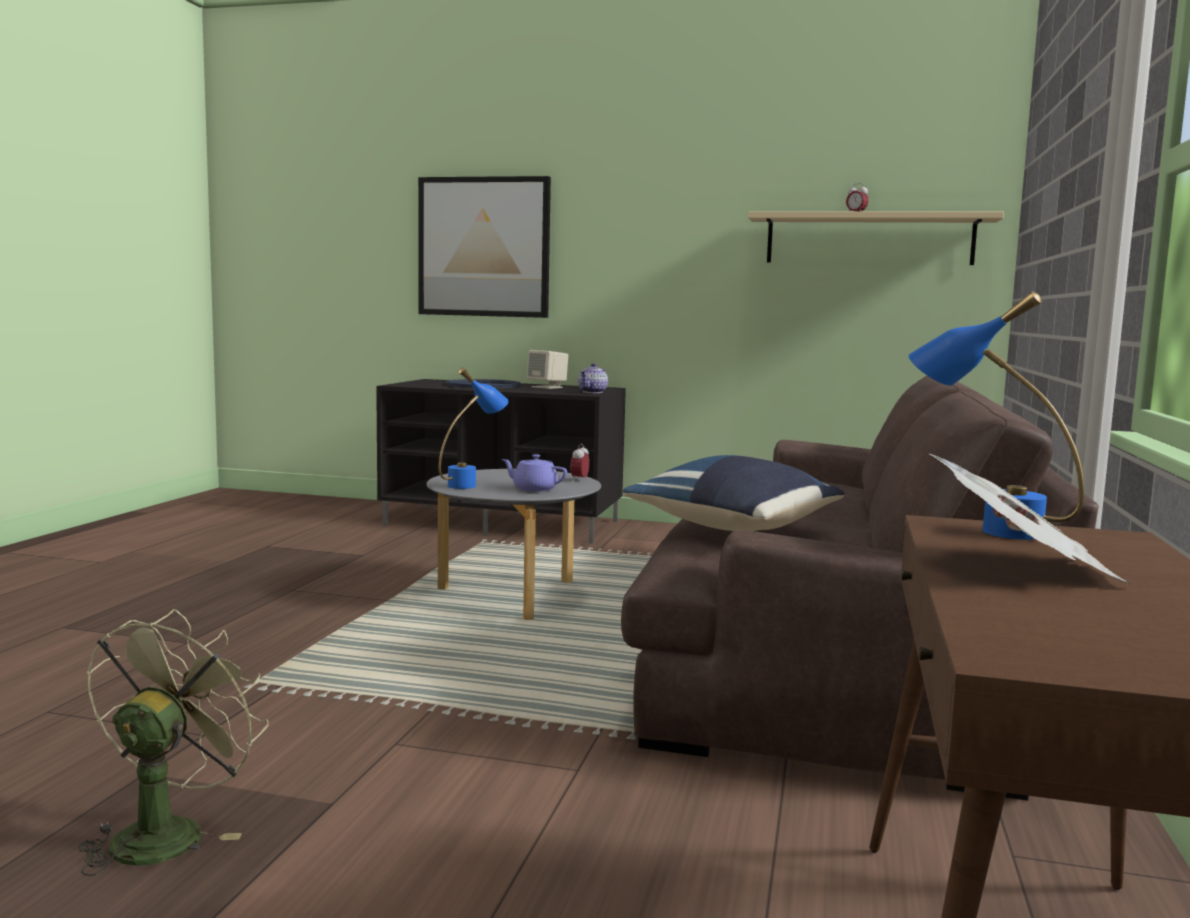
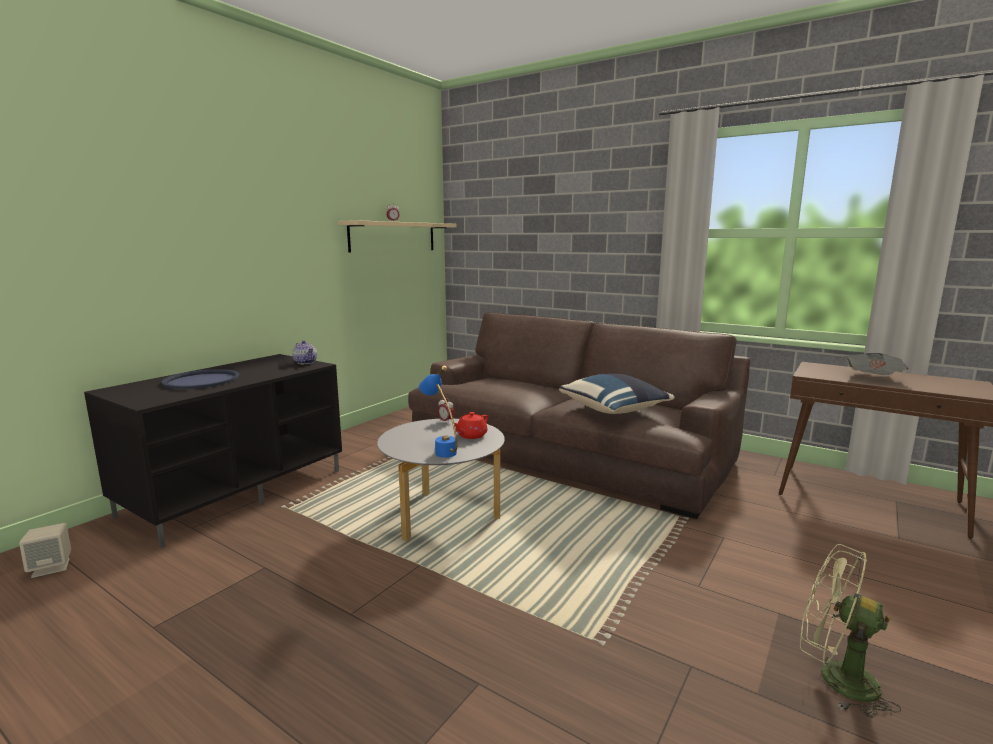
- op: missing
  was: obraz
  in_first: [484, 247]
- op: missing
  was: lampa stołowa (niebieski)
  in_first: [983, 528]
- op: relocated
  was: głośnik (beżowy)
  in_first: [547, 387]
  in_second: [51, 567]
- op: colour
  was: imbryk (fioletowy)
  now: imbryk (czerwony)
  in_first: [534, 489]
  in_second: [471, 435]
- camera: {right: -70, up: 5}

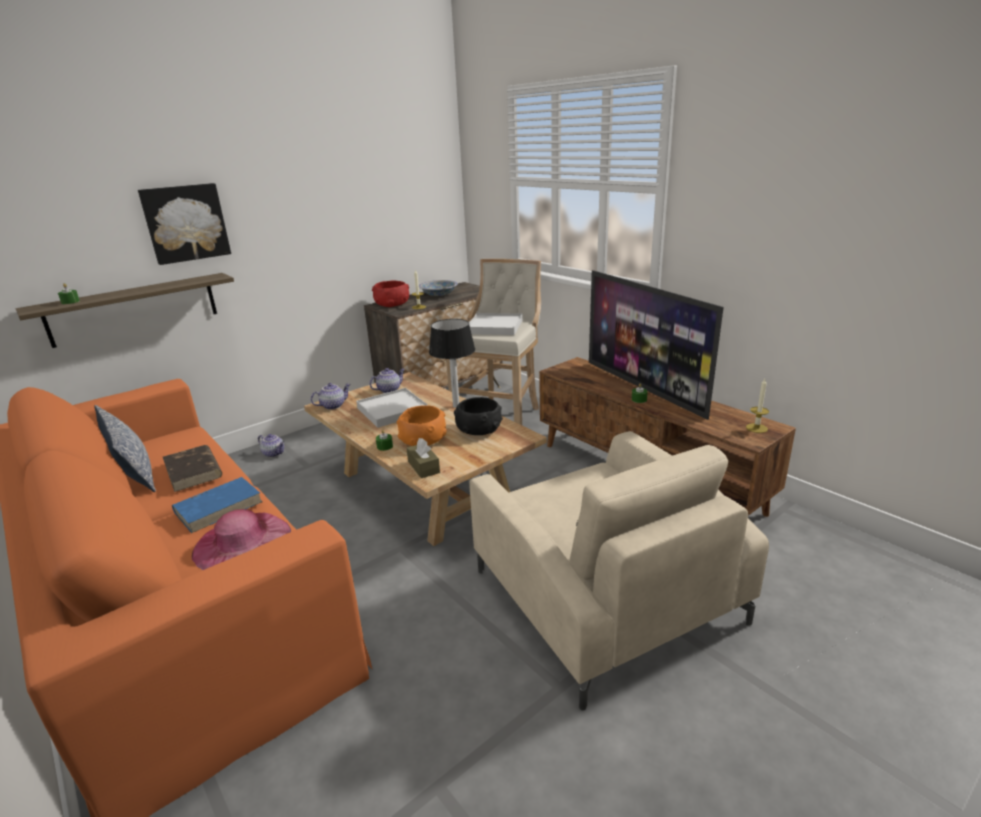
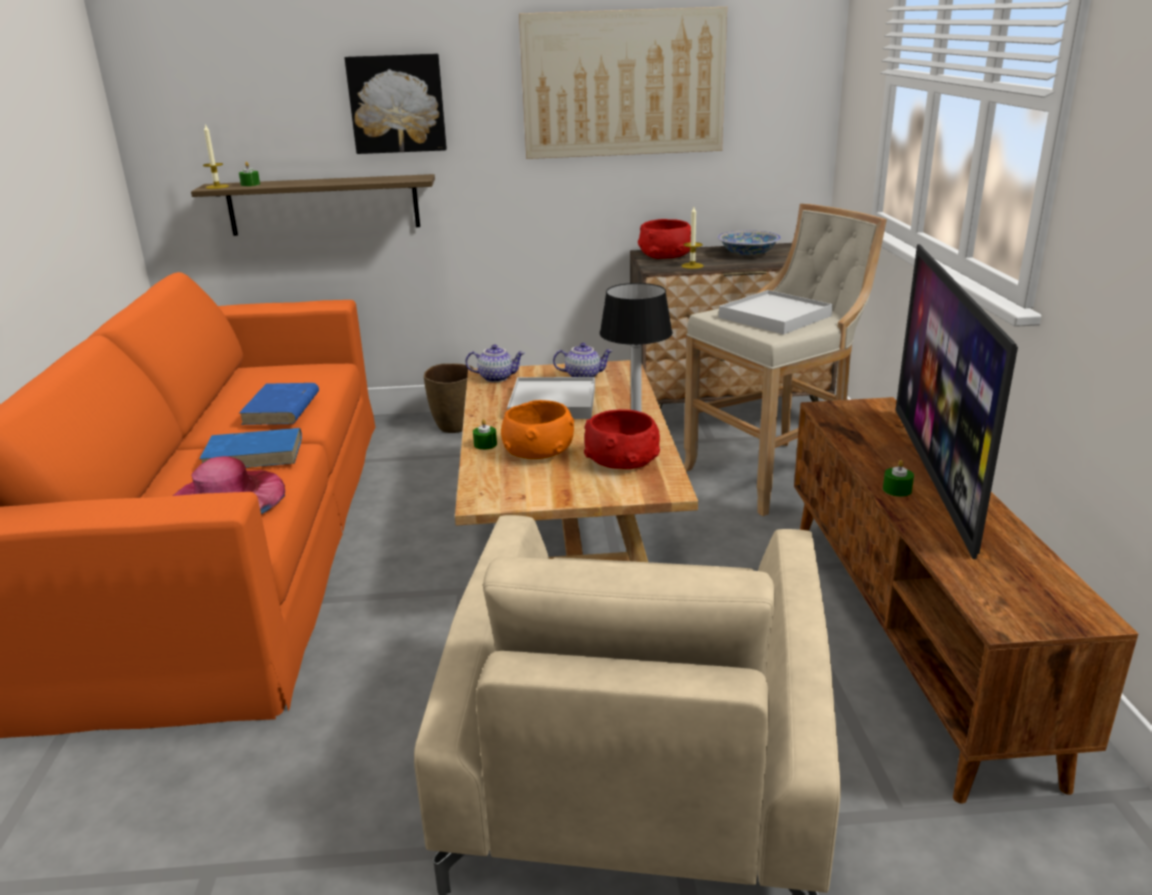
- op: relocated
  was: świeca
  in_first: [756, 428]
  in_second: [217, 187]
- op: colour
  was: miska (czarny)
  now: miska (czerwony)
  in_first: [478, 429]
  in_second: [621, 459]
- op: missing
  was: poduszka
  in_first: [133, 469]
- op: exchanged
  was: imbryk
  now: wazon (brązowy)
  in_first: [274, 453]
  in_second: [454, 427]
- op: missing
  was: pudełko chusteczek (brązowy)
  in_first: [423, 467]
- op: colour
  was: książka (brązowy)
  now: książka (niebieski)
  in_first: [193, 471]
  in_second: [281, 409]
- op: appeared
  now: obraz
  in_second: [623, 84]
- camera: {right: 35, up: 0}

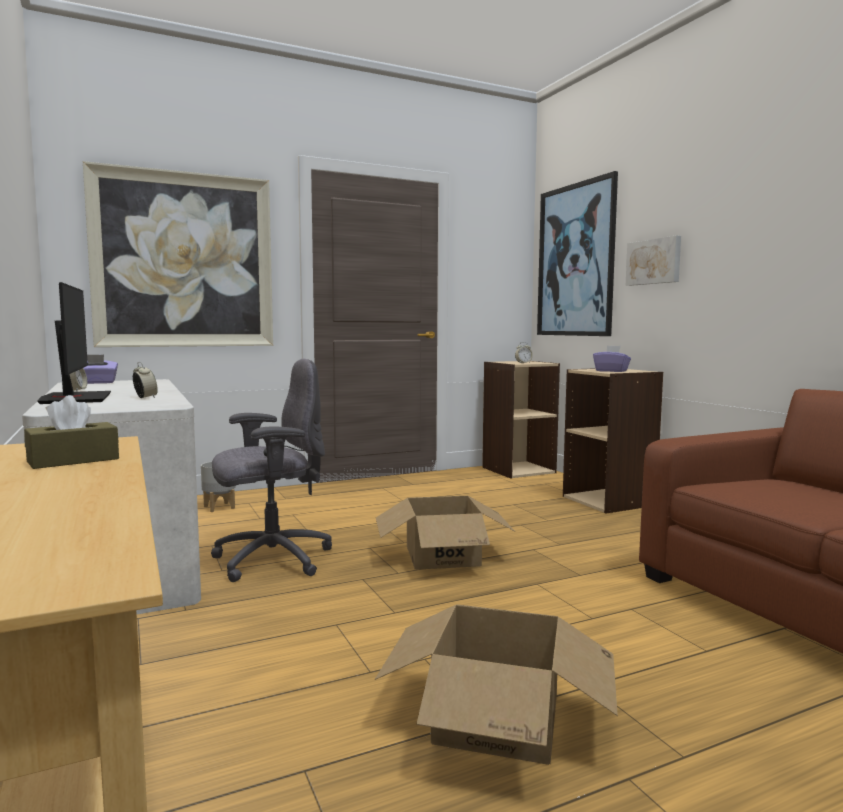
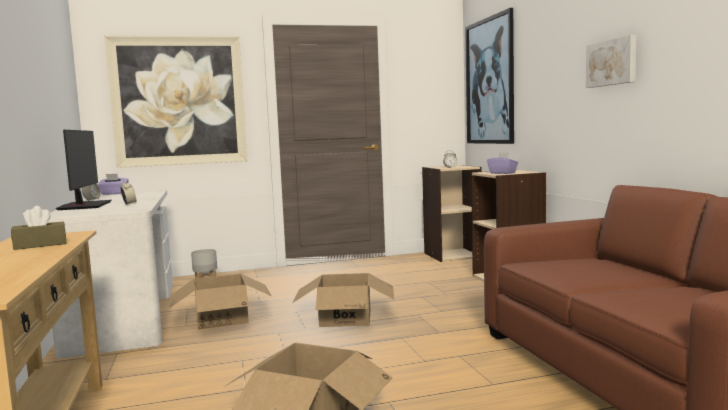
- op: relocated
  was: obraz
  in_first: [654, 262]
  in_second: [612, 62]
- op: exchanged
  was: krzesło biurowe (szary)
  now: karton
  in_first: [271, 560]
  in_second: [222, 319]
- camera: {right: 10, up: 0}

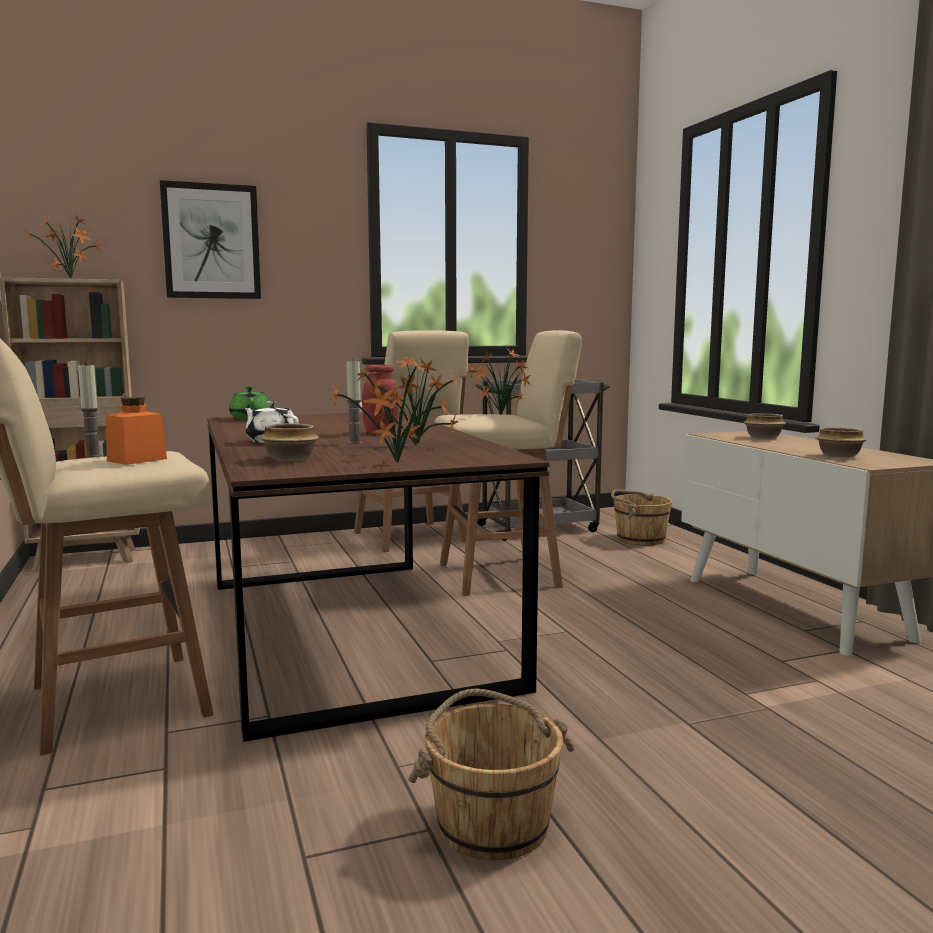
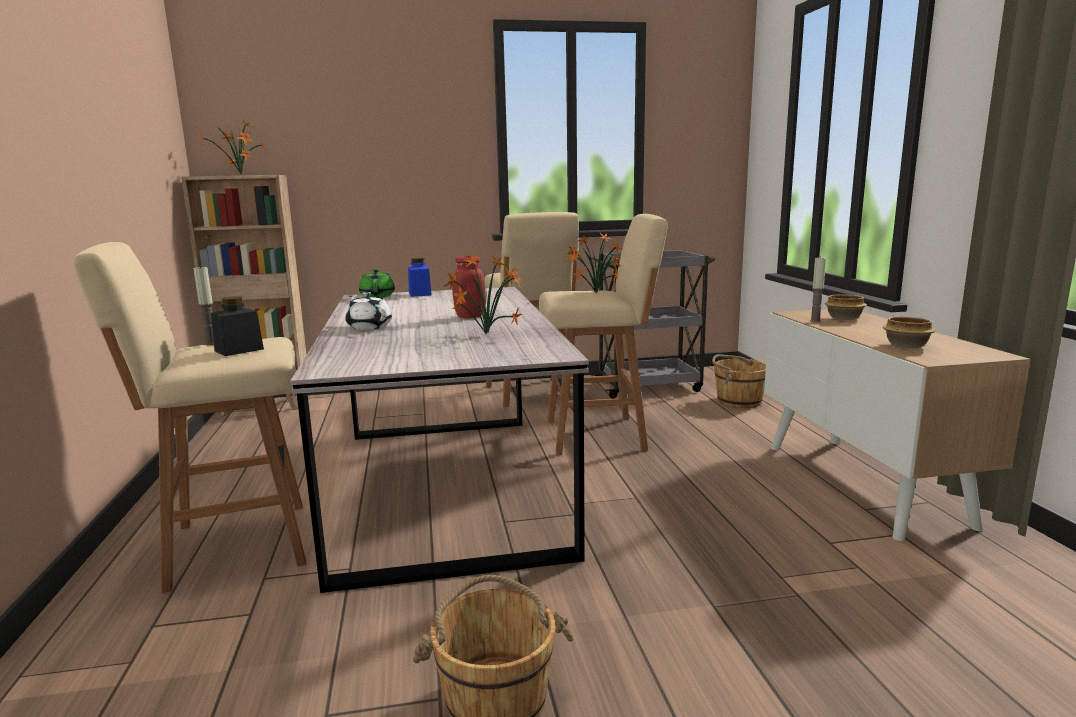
- op: missing
  was: obraz
  in_first: [211, 241]
- op: missing
  was: roślina doniczkowa
  in_first: [395, 464]
- op: relocated
  was: świeca
  in_first: [355, 443]
  in_second: [815, 321]
- op: colour
  was: słoik (pomarańczowy)
  now: słoik (czarny)
  in_first: [137, 460]
  in_second: [239, 350]
- op: colour
  was: stół jadalny (brązowy)
  now: stół jadalny (szary)
  in_first: [346, 629]
  in_second: [444, 484]
- op: missing
  was: miska
  in_first: [289, 459]
- op: appeared
  now: słoik (niebieski)
  in_second: [420, 294]
- camera: {right: 10, up: 5}

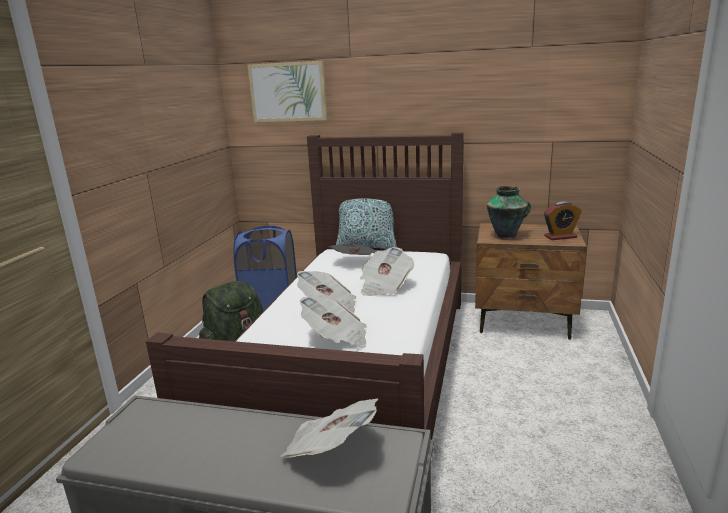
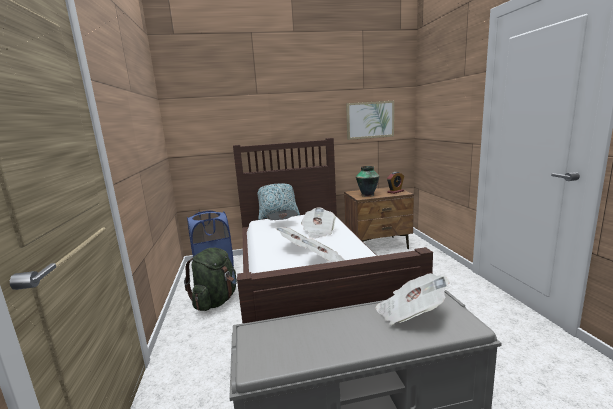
- op: relocated
  was: obraz
  in_first: [288, 92]
  in_second: [370, 120]
- camera: {right: -25, up: -5}

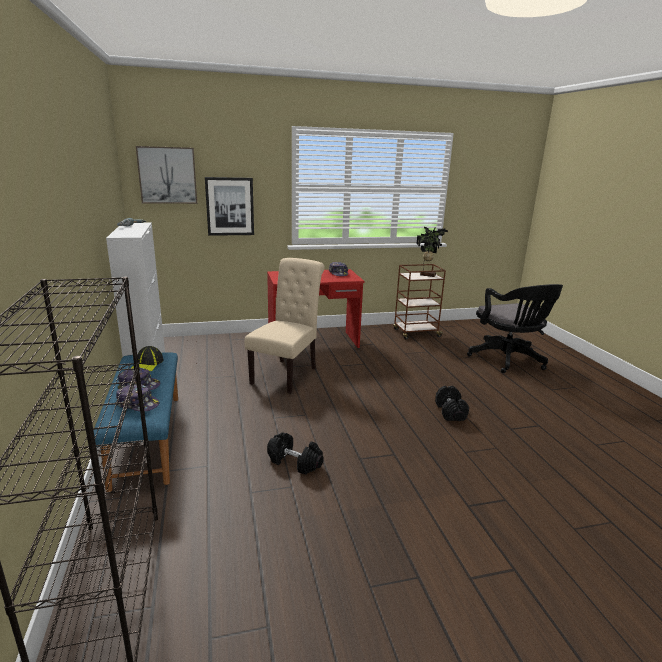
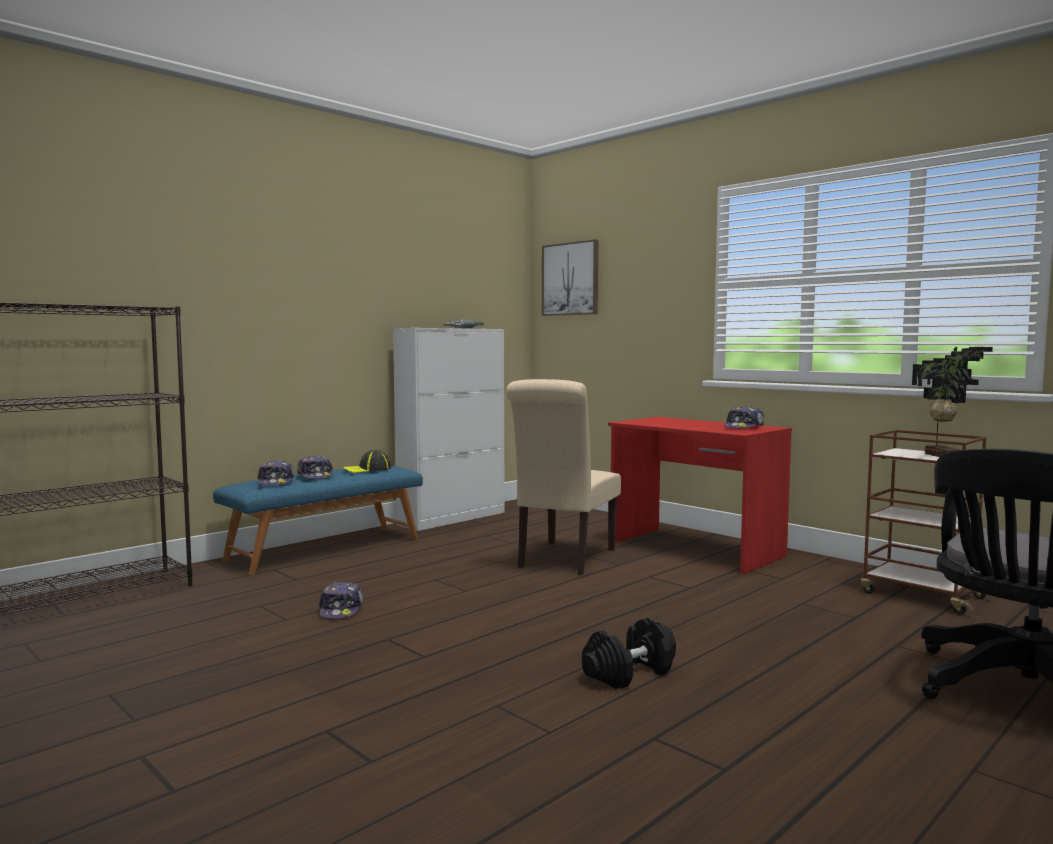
- op: missing
  was: obraz
  in_first: [230, 206]
- op: spun
  was: krzesło (beżowy)
  in_first: [287, 374]
  in_second: [563, 559]
  clockwise: 120
- op: exchanged
  was: hantel (czarny)
  now: czapka z daszkiem
  in_first: [295, 462]
  in_second: [341, 610]
- camera: {right: 60, up: -15}

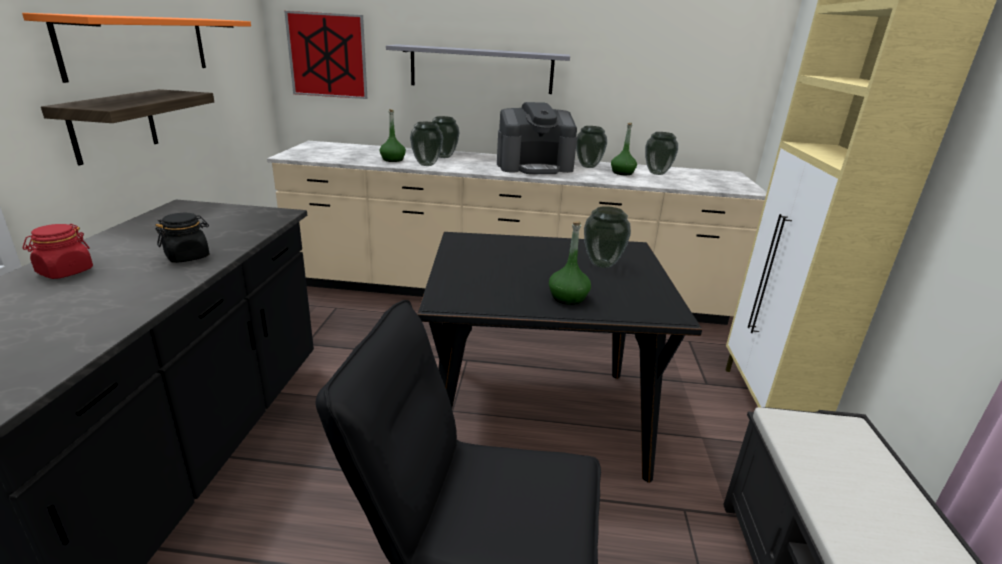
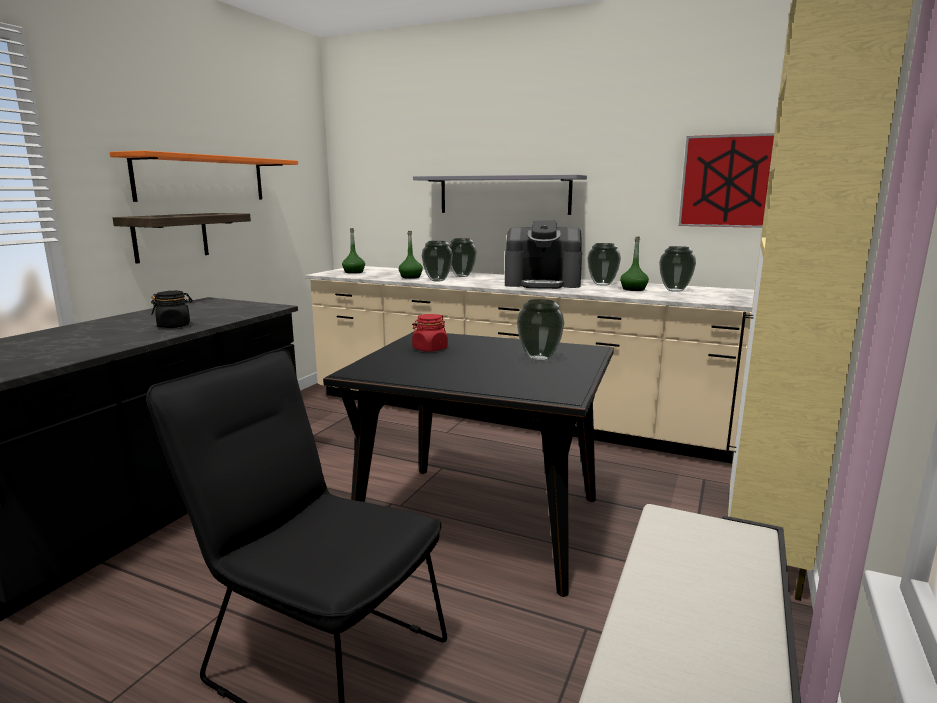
- op: relocated
  was: obraz
  in_first: [327, 55]
  in_second: [729, 181]
- op: relocated
  was: butelka (zielony)
  in_first: [567, 297]
  in_second: [353, 272]
- op: relocated
  was: słoik (czerwony)
  in_first: [65, 272]
  in_second: [430, 349]
- camera: {right: 20, up: -10}

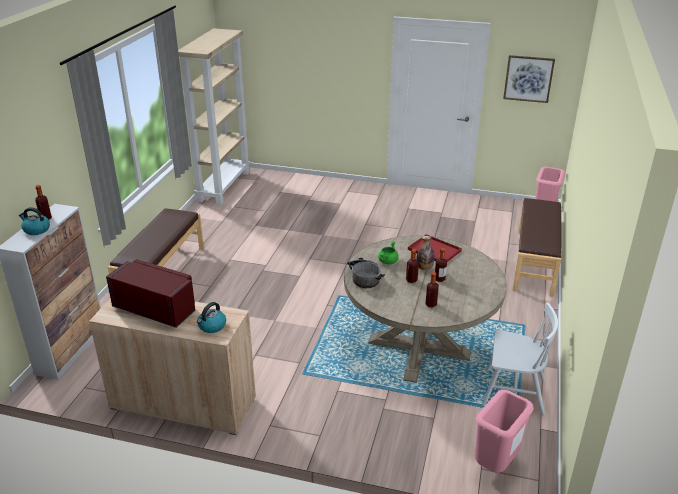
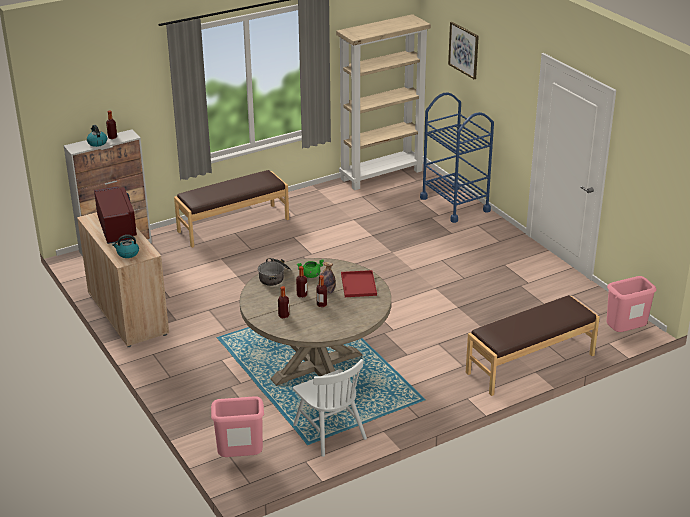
- op: relocated
  was: obraz
  in_first: [528, 78]
  in_second: [464, 50]
- op: appeared
  now: wózek (niebieski)
  in_second: [455, 204]
- camera: {right: 45, up: 0}

